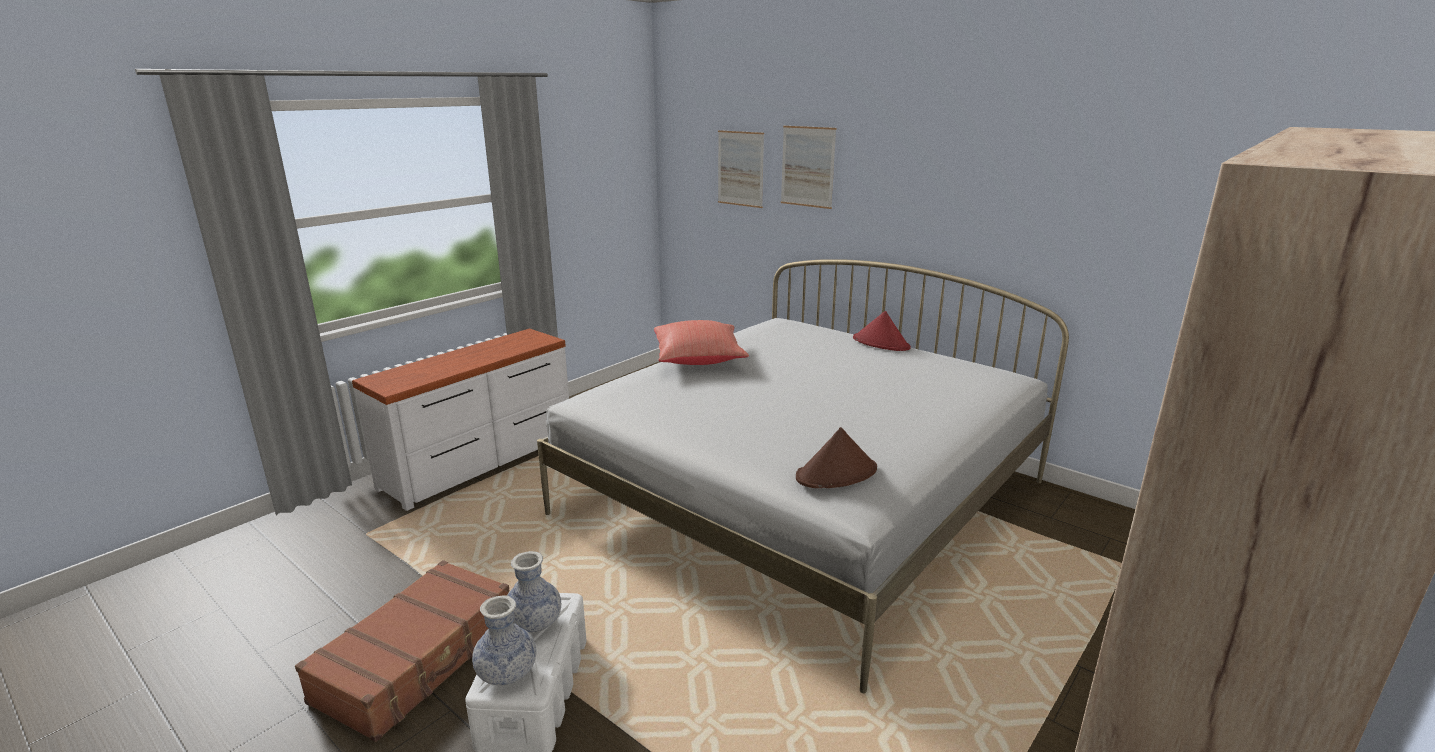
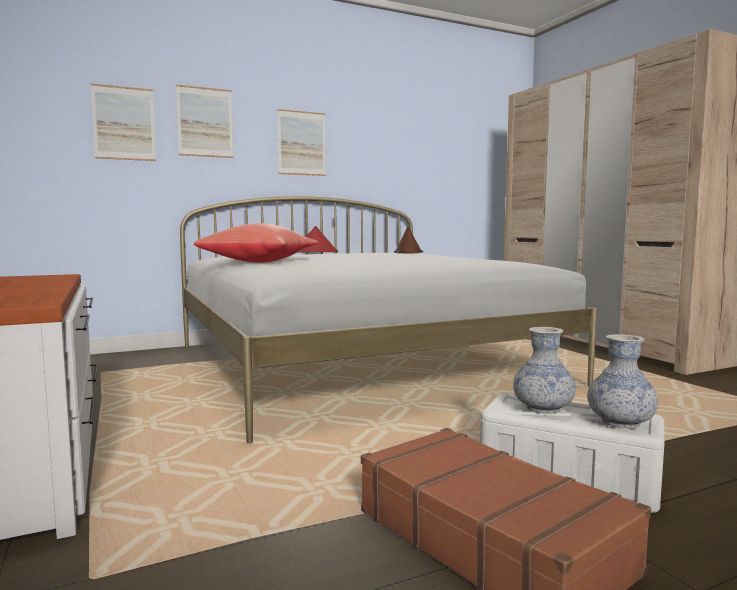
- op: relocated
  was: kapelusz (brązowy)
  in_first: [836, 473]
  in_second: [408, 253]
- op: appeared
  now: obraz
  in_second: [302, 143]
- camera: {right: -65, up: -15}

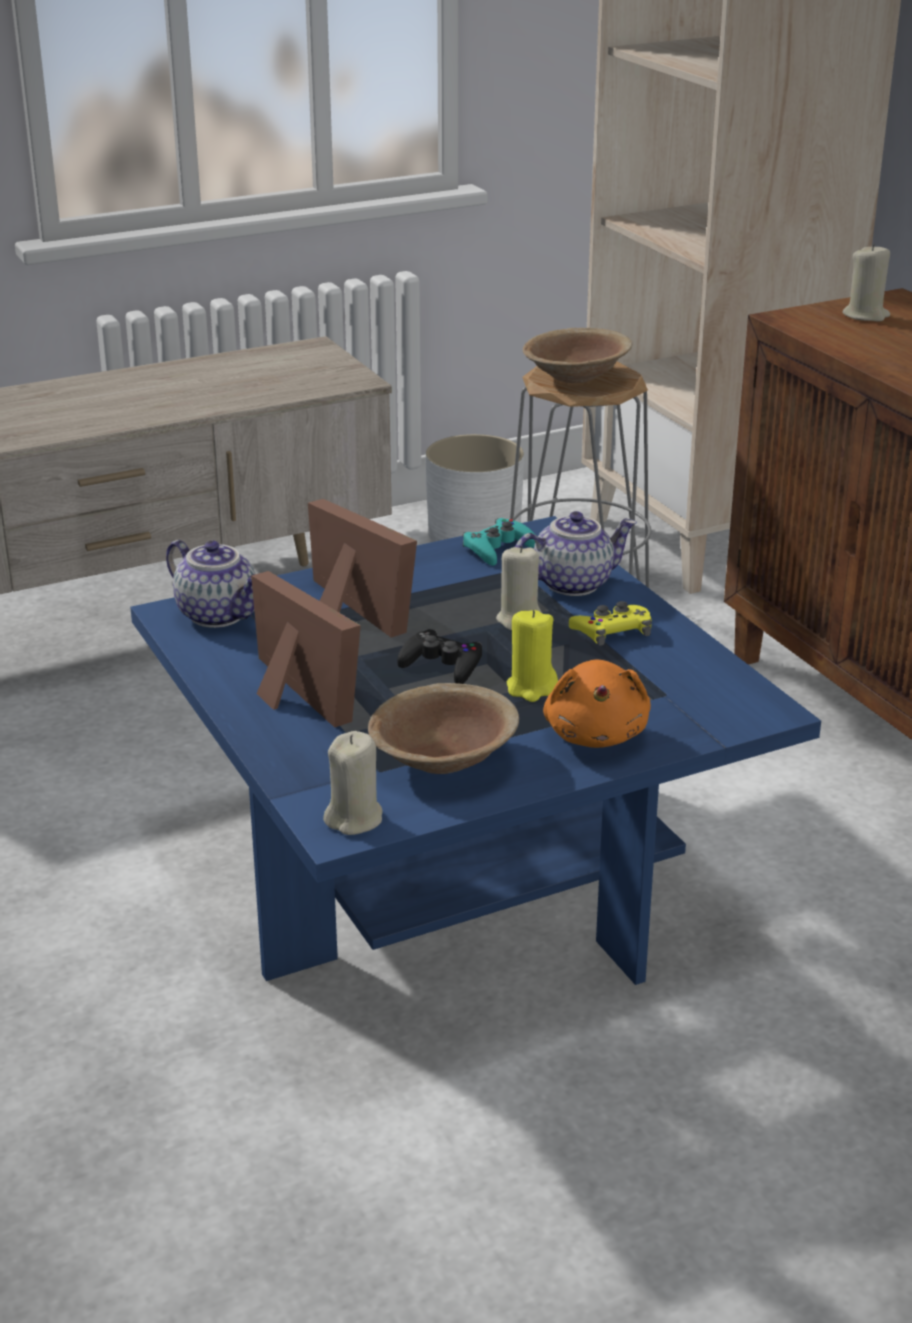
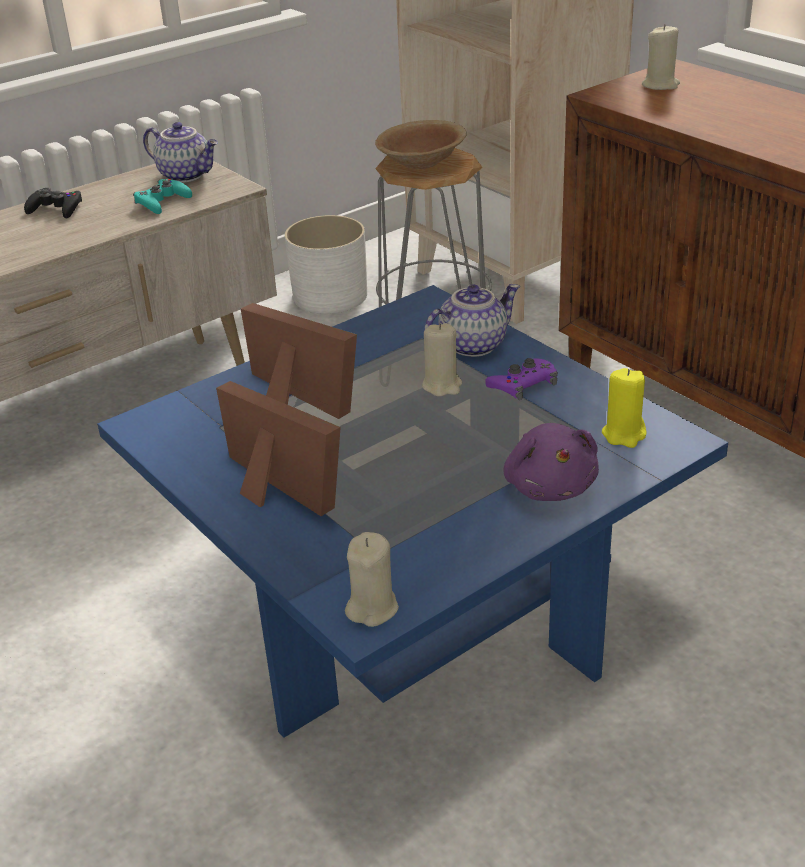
- op: relocated
  was: pad do gier (turkusowy)
  in_first: [498, 549]
  in_second: [162, 202]
- op: relocated
  was: imbryk
  in_first: [219, 614]
  in_second: [186, 175]
- op: colour
  was: pad do gier (żółty)
  now: pad do gier (fioletowy)
  in_first: [612, 631]
  in_second: [523, 385]
- op: relocated
  was: świeca (żółty)
  in_first: [531, 688]
  in_second: [624, 434]
- op: relocated
  was: pad do gier (czarny)
  in_first: [442, 665]
  in_second: [56, 209]
- op: colour
  was: pluszak (pomarańczowy)
  now: pluszak (fioletowy)
  in_first: [596, 734]
  in_second: [550, 486]
- op: missing
  was: miska (brązowy)
  in_first: [443, 759]
- camera: {right: -10, up: 5}

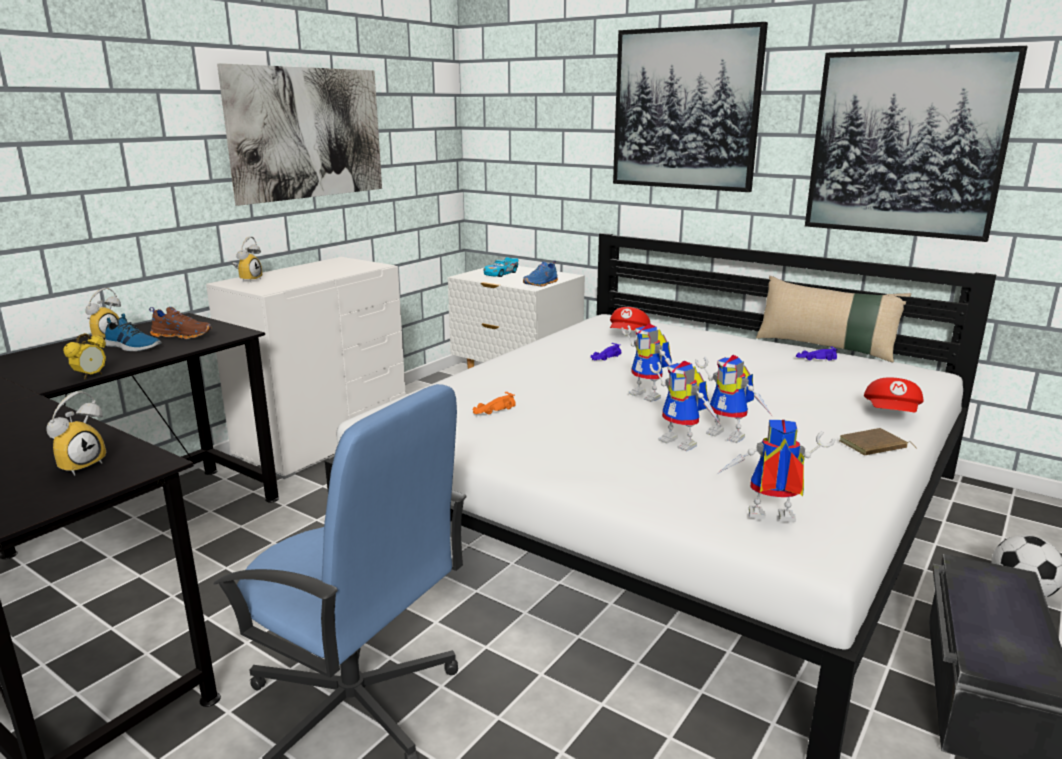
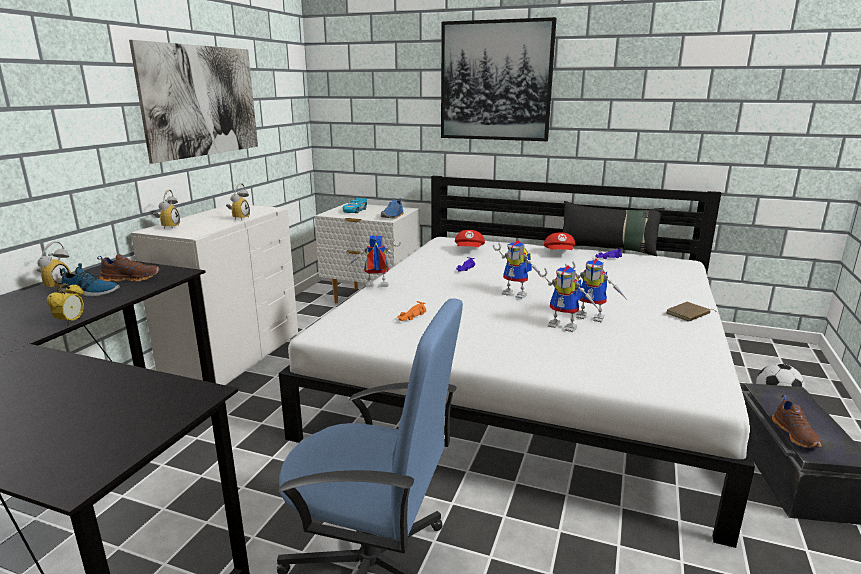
- op: missing
  was: obraz
  in_first: [906, 144]
- op: colour
  was: poduszka (beżowy)
  now: poduszka (czarny)
  in_first: [825, 347]
  in_second: [607, 249]
- op: relocated
  was: czapka z daszkiem (czerwony)
  in_first: [892, 414]
  in_second: [559, 253]
- op: relocated
  was: budzik
  in_first: [80, 465]
  in_second: [239, 218]
- op: relocated
  was: robot zabawkowy
  in_first: [767, 519]
  in_second: [374, 287]
- op: appeared
  now: but (brązowy)
  in_second: [796, 435]
- camera: {right: -15, up: 0}

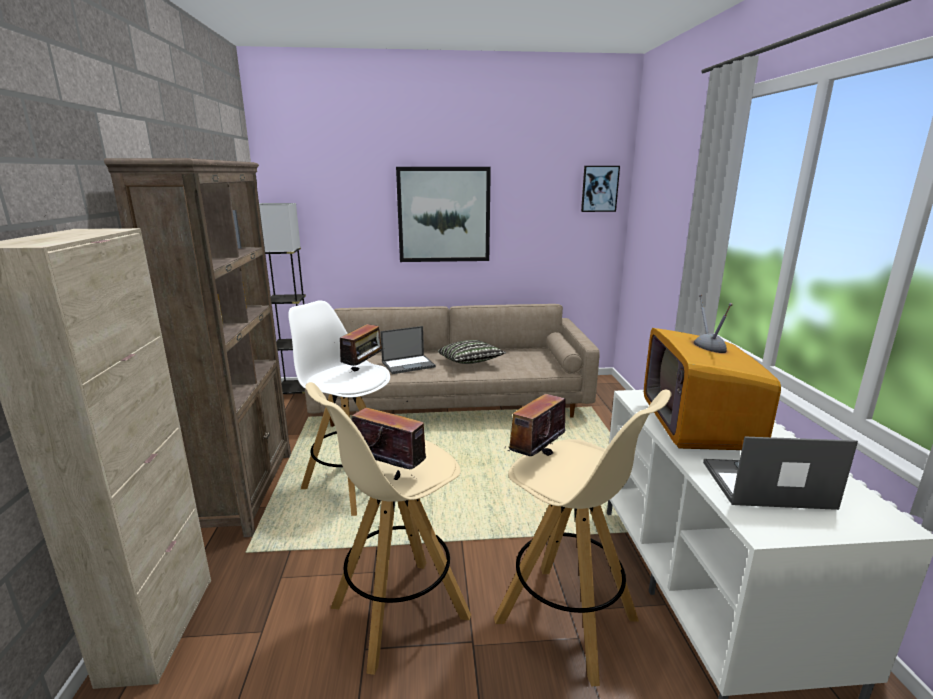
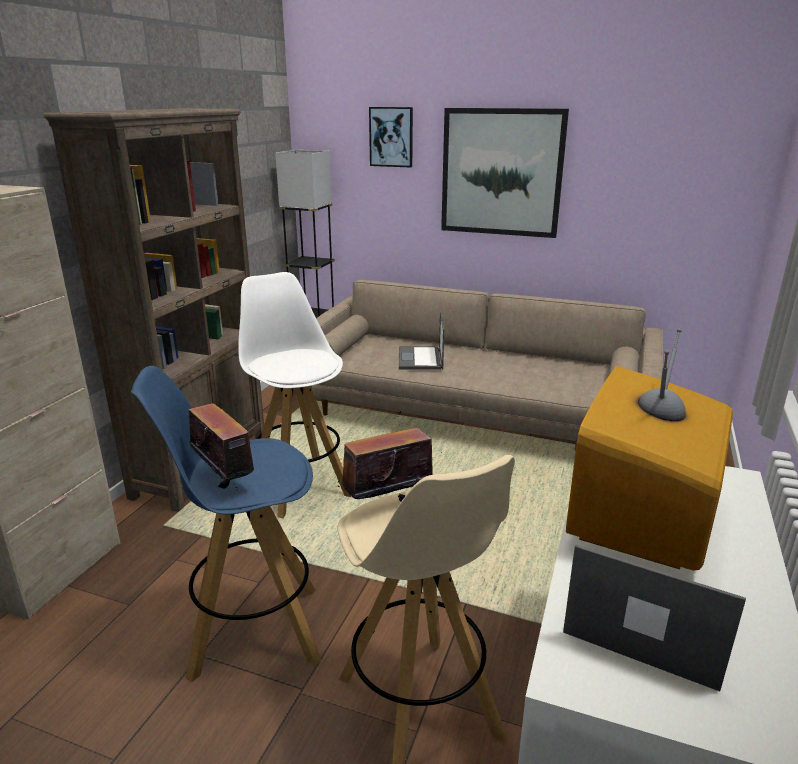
- op: relocated
  was: obraz
  in_first: [599, 189]
  in_second: [391, 137]
- op: missing
  was: radio
  in_first: [364, 369]
- op: spun
  was: laptop
  in_first: [409, 364]
  in_second: [420, 359]
  clockwise: 90
- op: missing
  was: poduszka
  in_first: [470, 363]
- op: colour
  was: stołek (beżowy)
  now: stołek (niebieski)
  in_first: [398, 612]
  in_second: [253, 631]
- camera: {right: 25, up: 5}

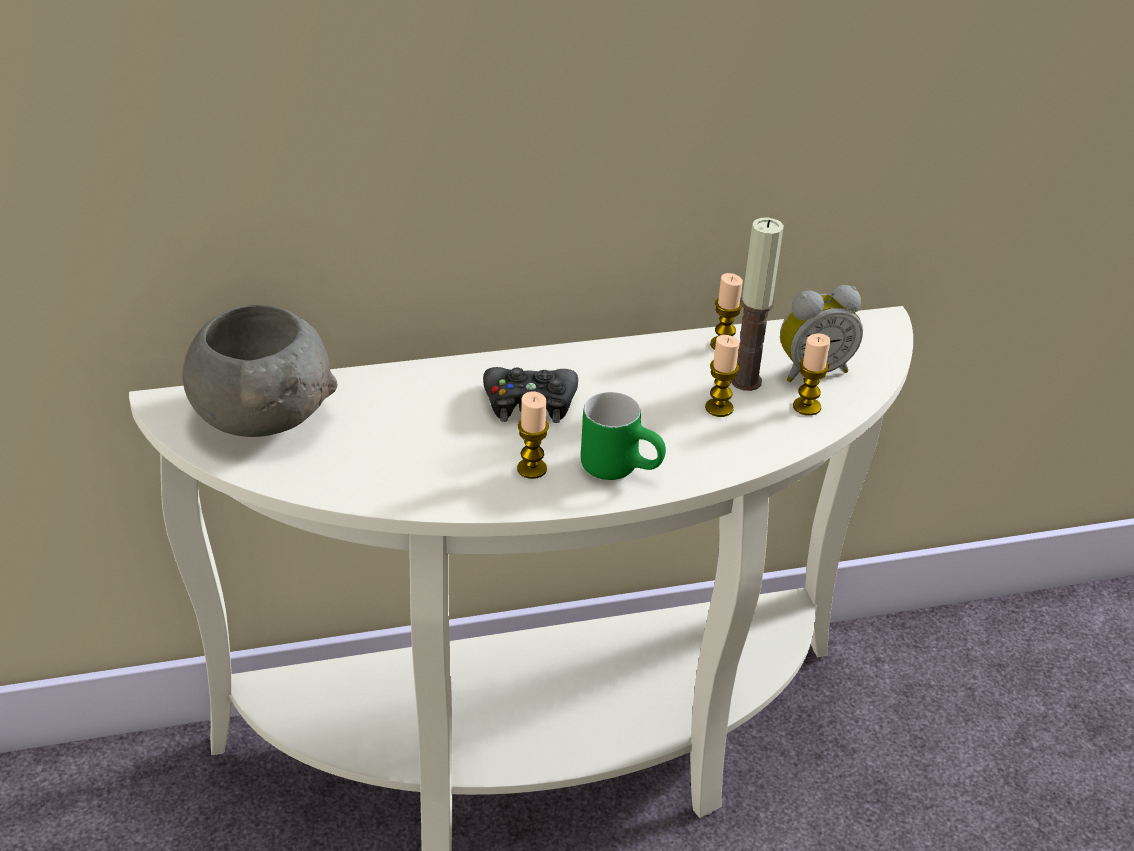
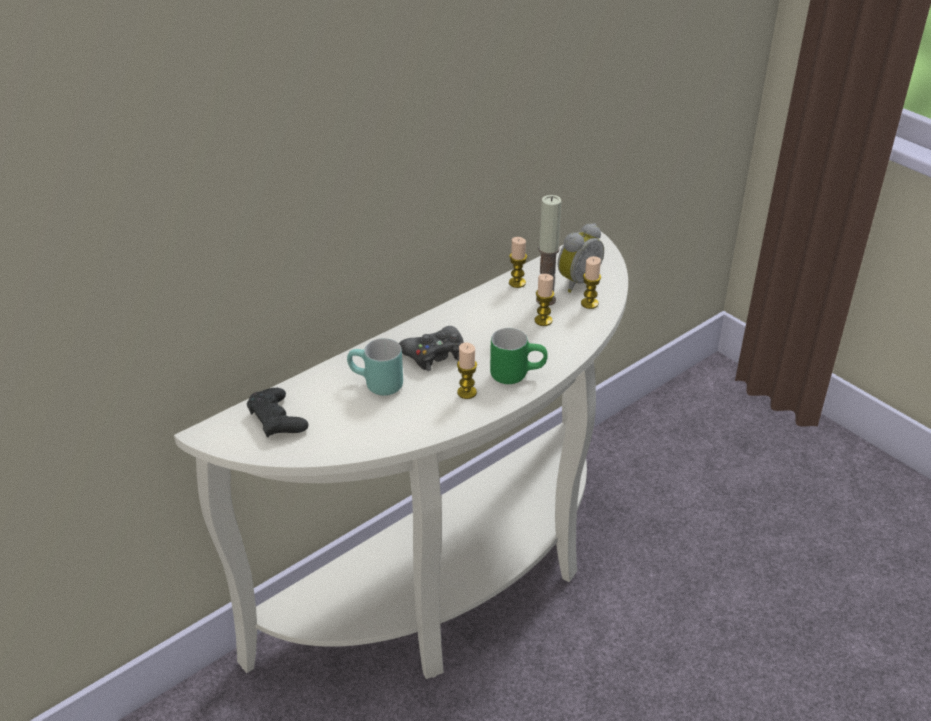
- op: exchanged
  was: miska (szary)
  now: pad do gier (czarny)
  in_first: [262, 416]
  in_second: [277, 419]
- op: appeared
  now: kubek (turkusowy)
  in_second: [375, 386]
- camera: {right: -25, up: 0}

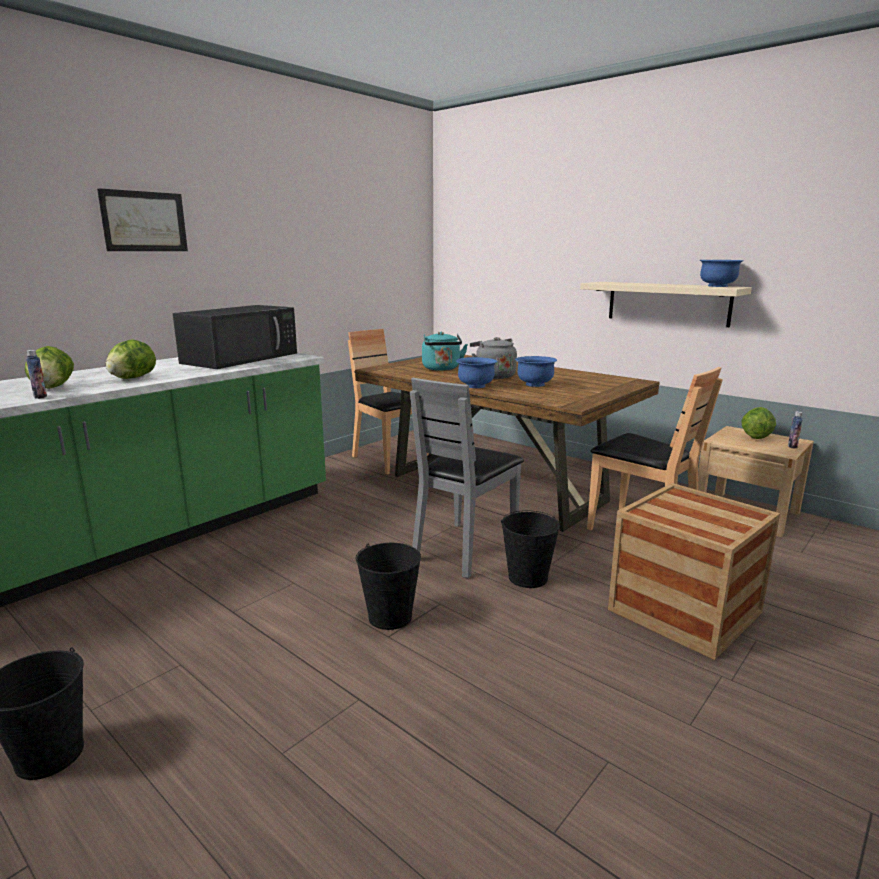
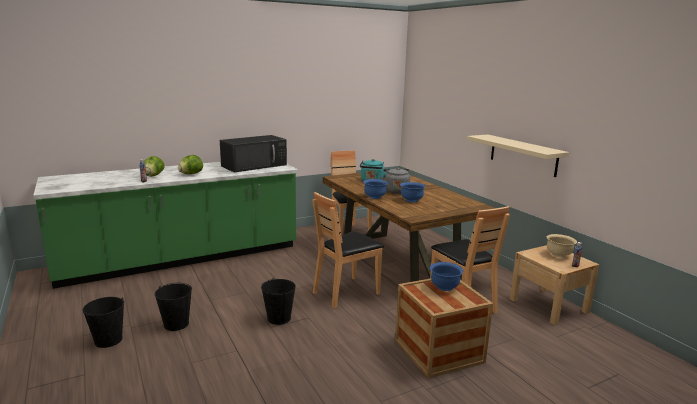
- op: missing
  was: obraz
  in_first: [144, 221]
- op: relocated
  was: miska (niebieski)
  in_first: [717, 286]
  in_second: [444, 287]
- op: colour
  was: krzesło (szary)
  now: krzesło (brązowy)
  in_first: [464, 549]
  in_second: [346, 292]
- op: exchanged
  was: sałata
  now: miska (beżowy)
  in_first: [755, 437]
  in_second: [558, 255]
- op: relocated
  was: wiadro (czarny)
  in_first: [528, 578]
  in_second: [176, 324]
- camera: {right: 20, up: 0}

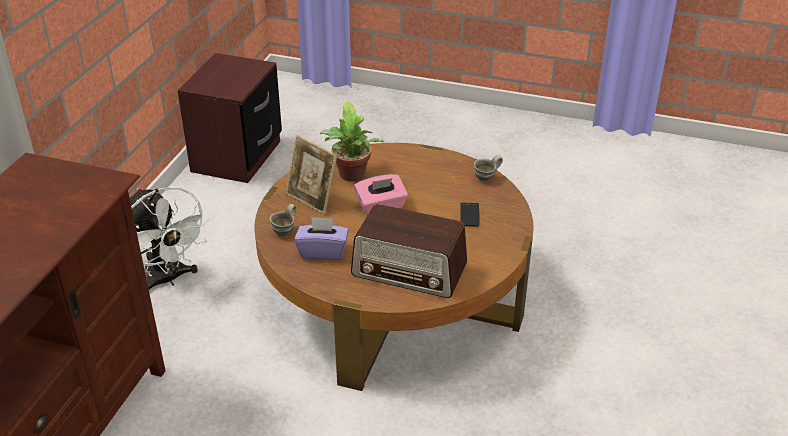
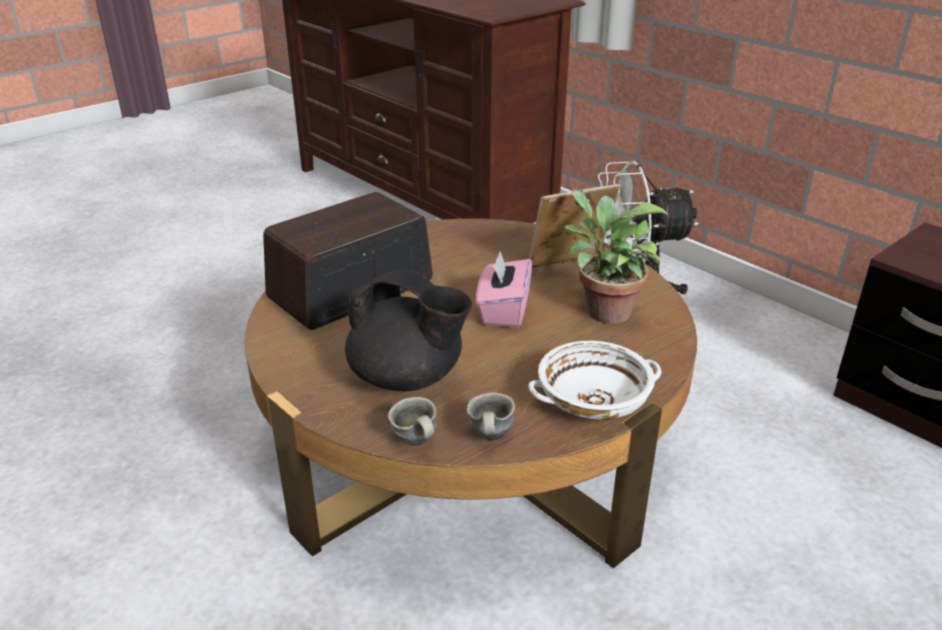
- op: exchanged
  was: telefon
  now: imbryk (czarny)
  in_first: [469, 215]
  in_second: [407, 377]
- op: relocated
  was: kubek (szary)
  in_first: [285, 232]
  in_second: [414, 443]
- op: missing
  was: pudełko chusteczek (fioletowy)
  in_first: [323, 252]
- op: appeared
  now: miska (biały)
  in_second: [593, 401]
- camera: {right: 120, up: -5}

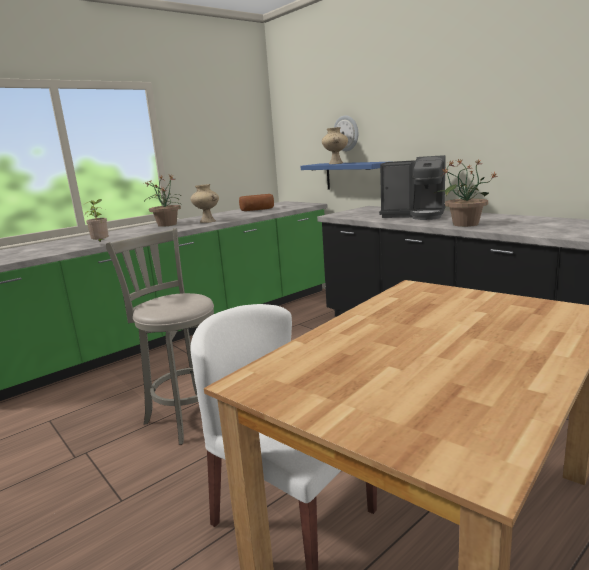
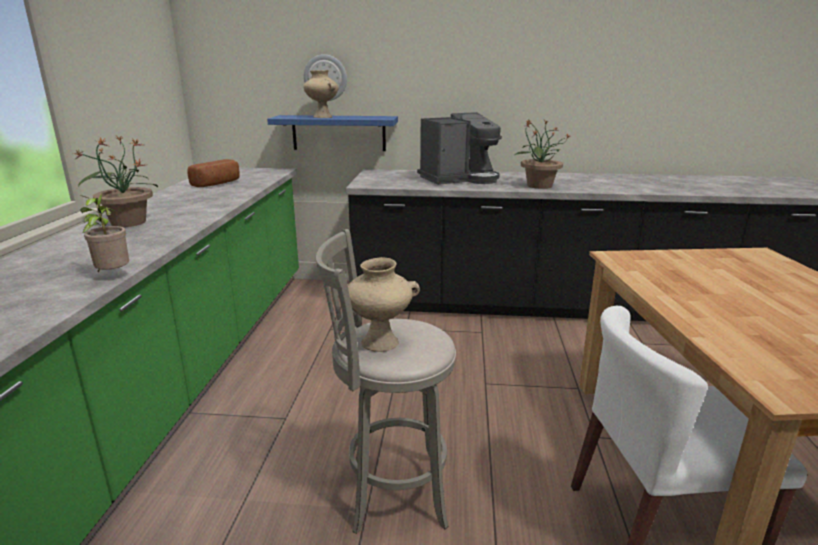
- op: relocated
  was: wazon (beżowy)
  in_first: [207, 221]
  in_second: [379, 343]
- camera: {right: -45, up: 5}

